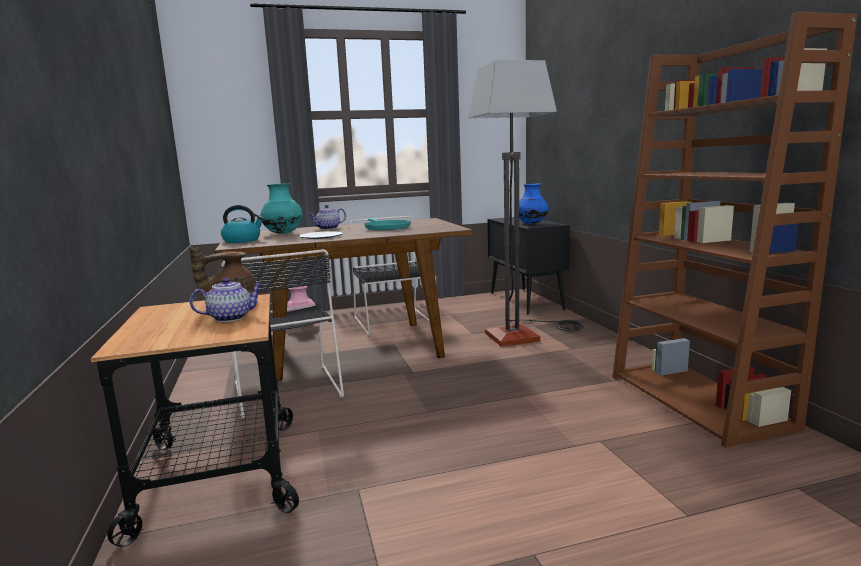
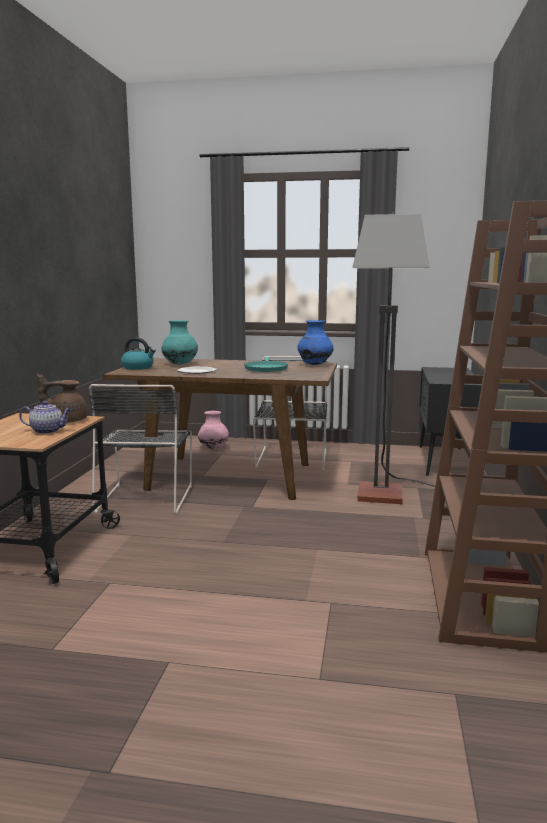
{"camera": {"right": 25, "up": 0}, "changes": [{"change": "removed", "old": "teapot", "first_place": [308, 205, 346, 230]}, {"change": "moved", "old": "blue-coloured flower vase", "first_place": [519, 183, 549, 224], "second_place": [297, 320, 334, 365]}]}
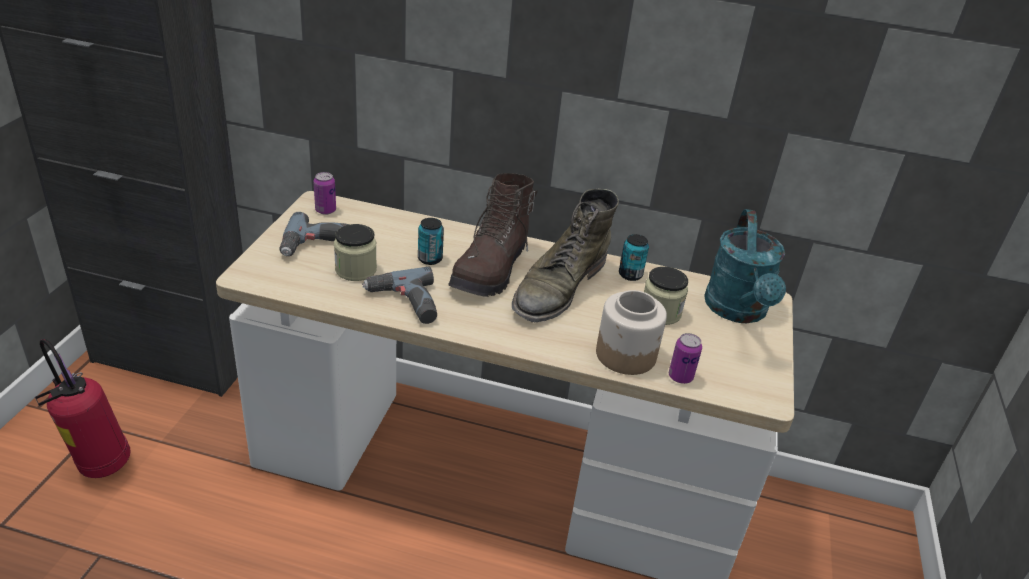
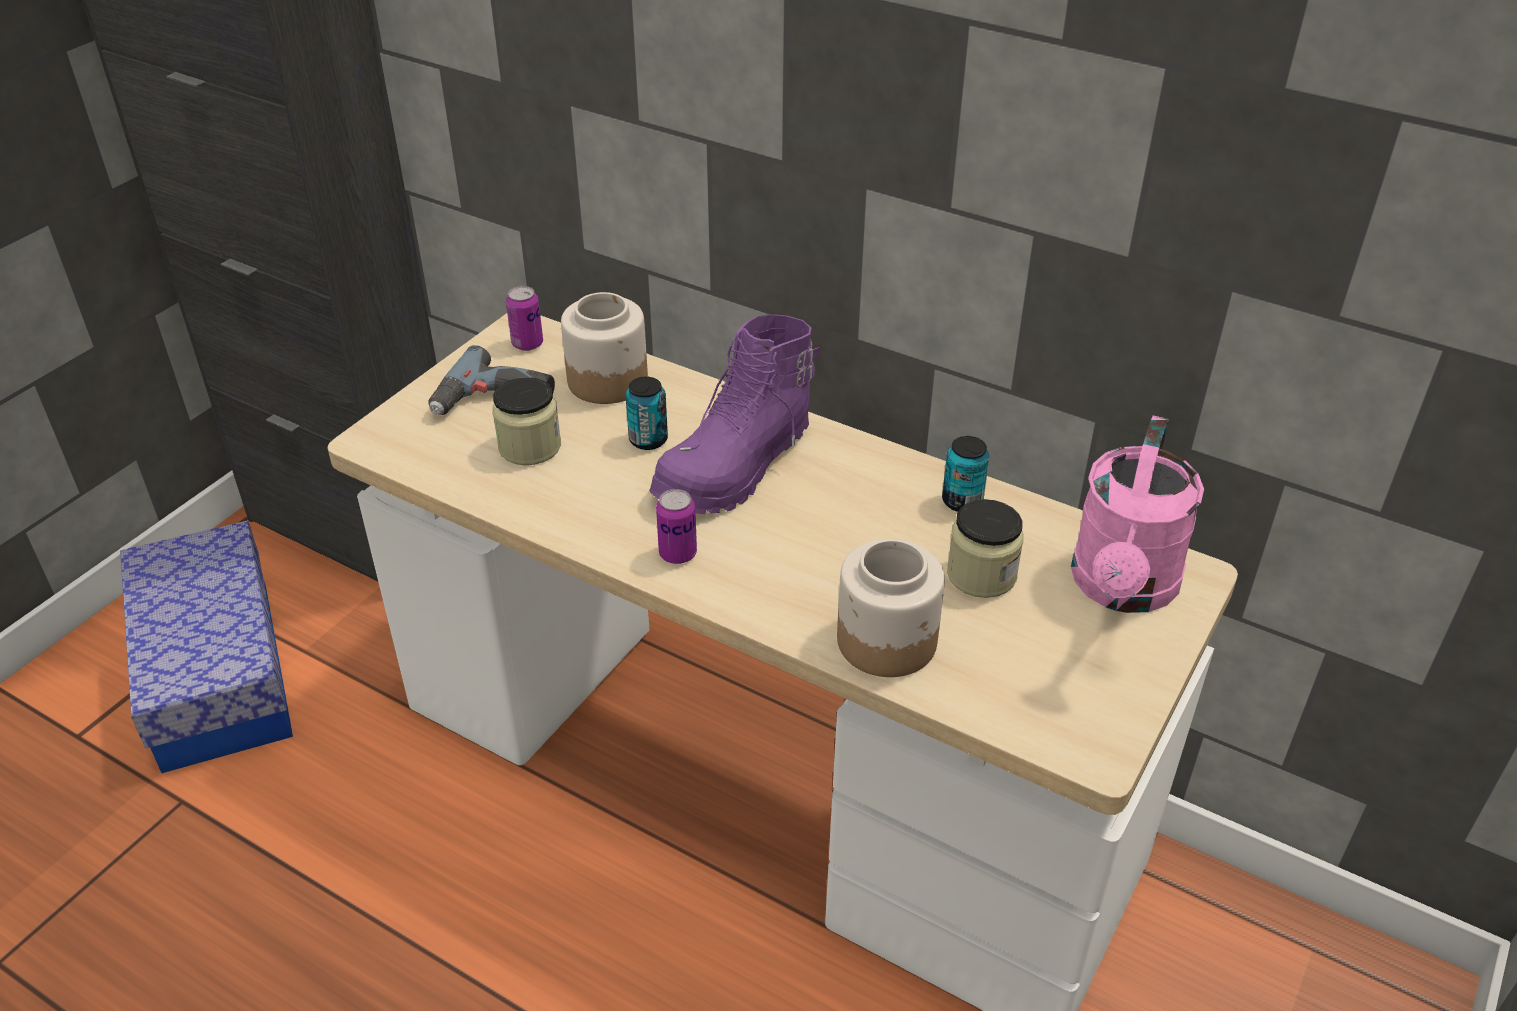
{"camera": {"right": 20, "up": 5}, "changes": [{"change": "replaced", "old": "fire-fighting cylinder", "new": "storage box", "first_place": [35, 339, 131, 478], "second_place": [120, 521, 293, 773]}, {"change": "removed", "old": "electric drill", "first_place": [362, 266, 437, 324]}, {"change": "recoloured", "old": "brownish boot", "new": "purplish boot", "first_place": [448, 173, 538, 297], "second_place": [649, 315, 821, 514]}, {"change": "removed", "old": "green-coloured boot", "first_place": [512, 189, 619, 323]}, {"change": "moved", "old": "can", "first_place": [669, 333, 702, 384], "second_place": [656, 489, 697, 564]}, {"change": "recoloured", "old": "blue-green sprinkling can", "new": "pink-coloured sprinkling can", "first_place": [704, 209, 786, 323], "second_place": [1071, 416, 1204, 613]}, {"change": "added", "new": "storage jar", "second_place": [561, 292, 648, 404]}]}
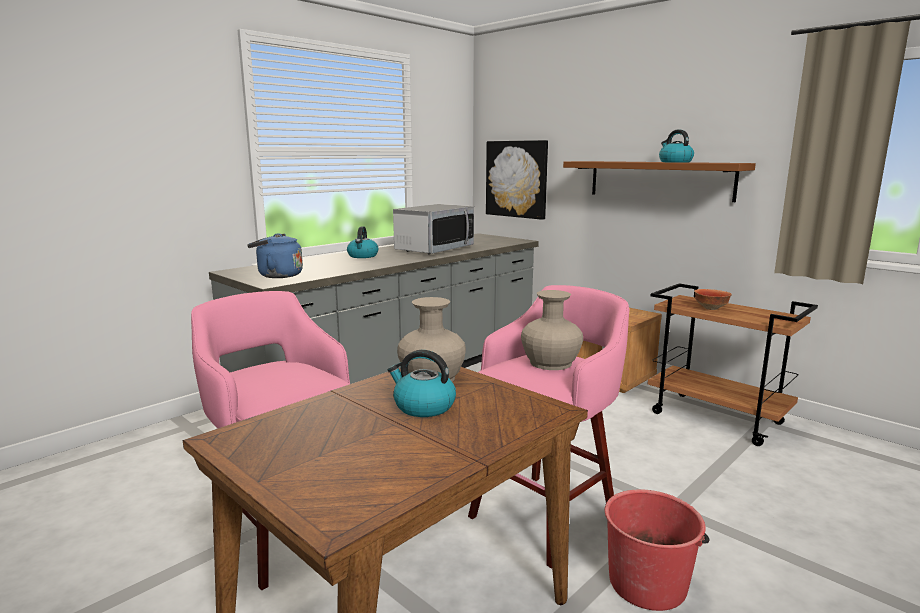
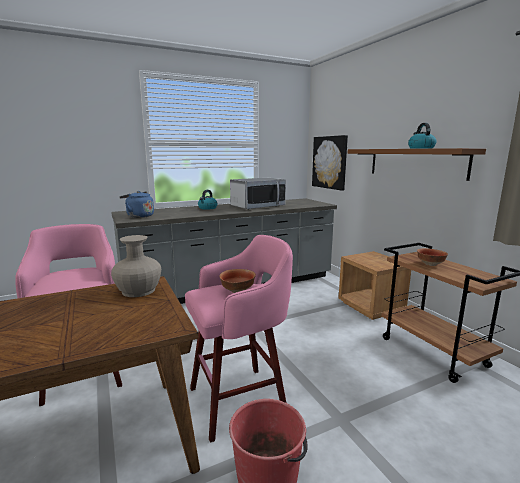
{"camera": {"right": 20, "up": 0}, "changes": [{"change": "removed", "old": "tea kettle", "first_place": [388, 350, 456, 417]}, {"change": "replaced", "old": "beige-coloured flower vase", "new": "serving bowl", "first_place": [521, 290, 583, 370], "second_place": [219, 269, 256, 293]}]}
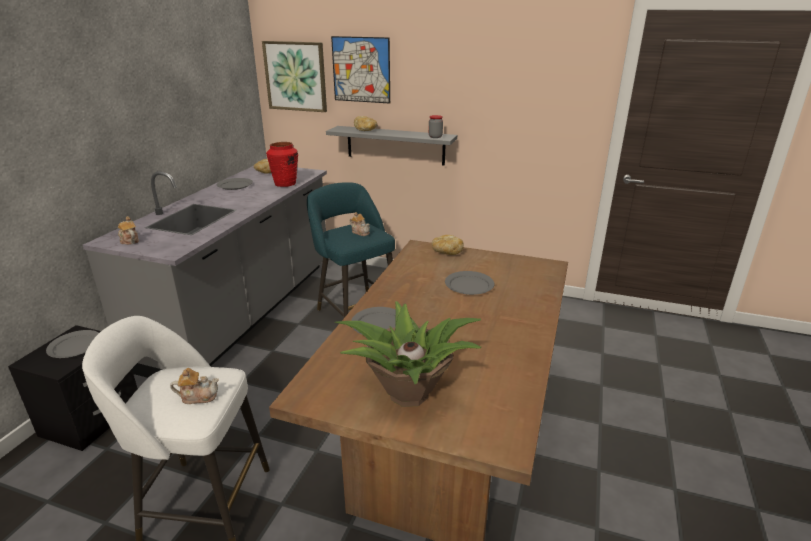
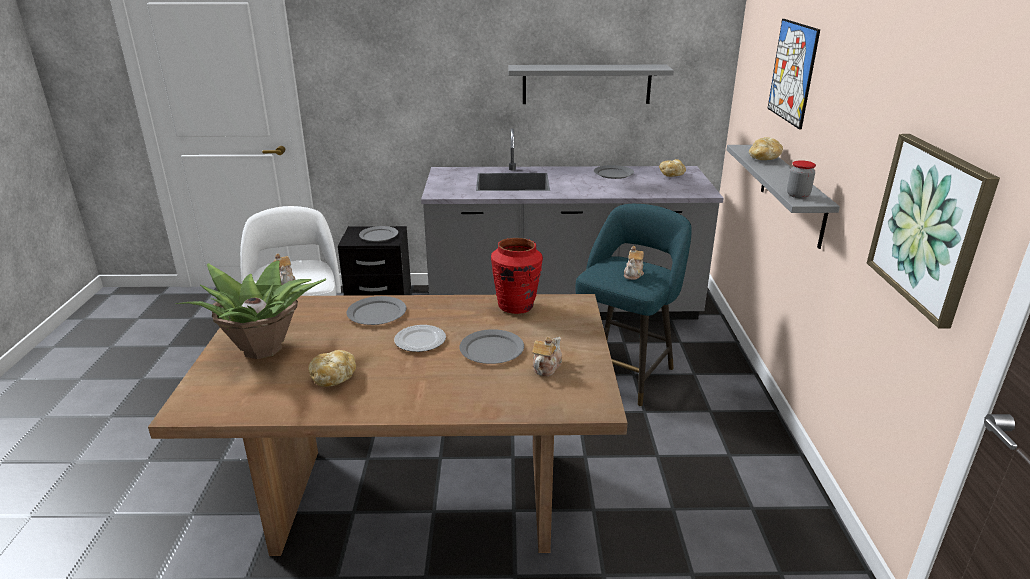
{"camera": {"right": 70, "up": 0}, "changes": [{"change": "moved", "old": "teapot", "first_place": [118, 216, 139, 245], "second_place": [532, 337, 562, 376]}, {"change": "moved", "old": "wall picture", "first_place": [262, 41, 327, 112], "second_place": [867, 134, 1000, 329]}, {"change": "moved", "old": "reddish flower vase", "first_place": [266, 142, 298, 187], "second_place": [491, 238, 543, 314]}, {"change": "moved", "old": "bread", "first_place": [432, 235, 464, 255], "second_place": [308, 350, 356, 387]}, {"change": "added", "new": "plate", "second_place": [394, 325, 446, 352]}, {"change": "added", "new": "greyish shelf", "second_place": [508, 65, 674, 104]}]}
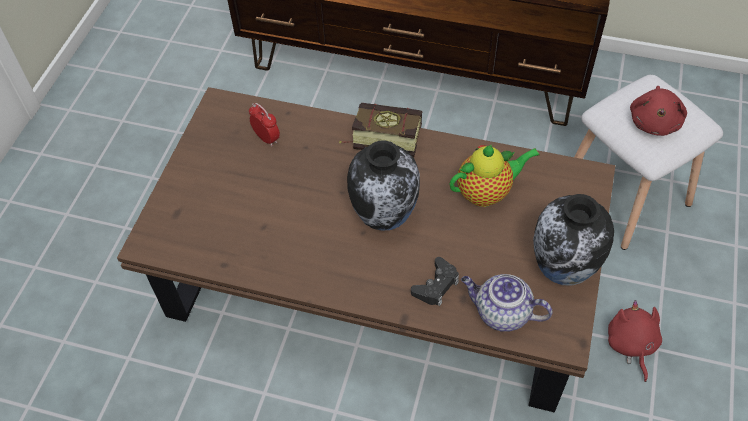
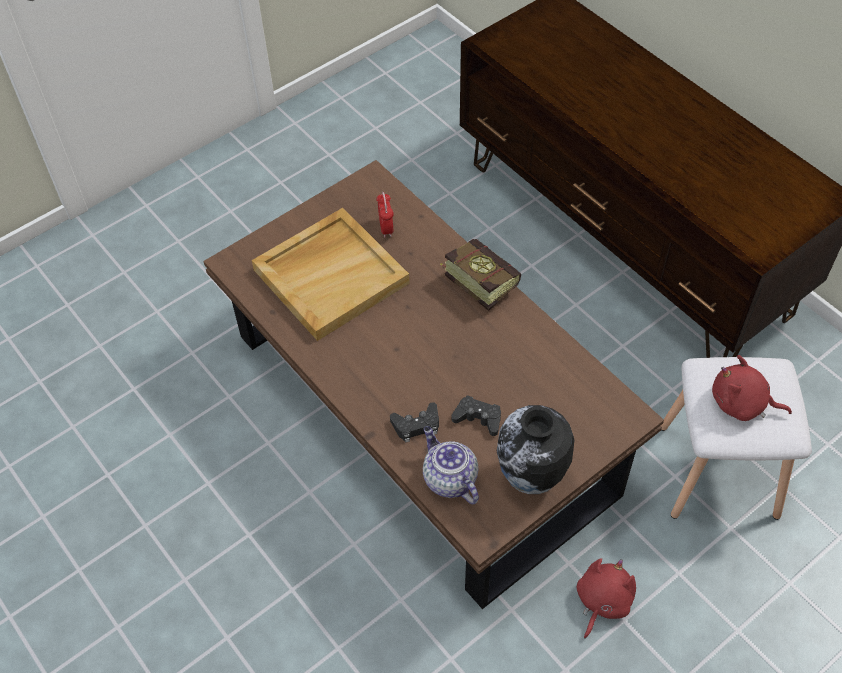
{"camera": {"right": 35, "up": 0}, "changes": [{"change": "removed", "old": "flower vase", "first_place": [347, 140, 420, 231]}, {"change": "removed", "old": "teapot", "first_place": [449, 145, 540, 207]}, {"change": "turned", "old": "reddish soft toy", "first_place": [630, 86, 687, 136], "second_place": [712, 355, 792, 421], "degrees": 60}, {"change": "added", "new": "beige-coloured carrying tray", "second_place": [252, 208, 410, 341]}, {"change": "added", "new": "black game controller", "second_place": [451, 395, 501, 436]}]}
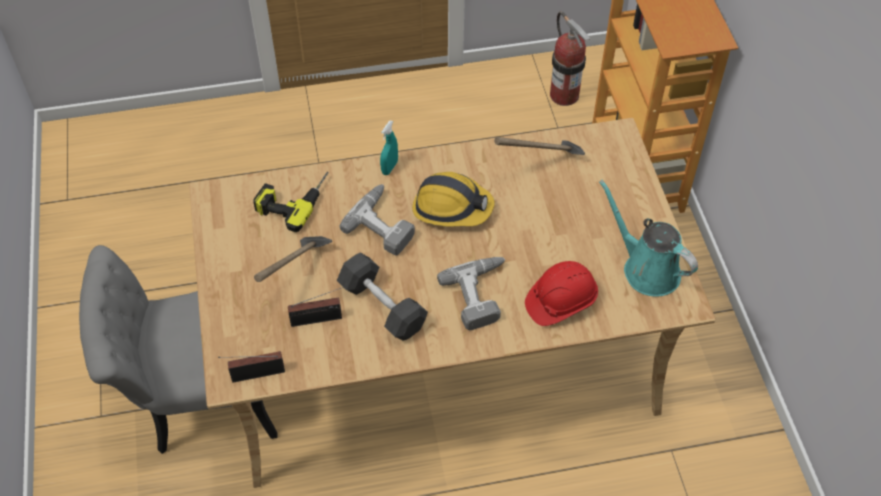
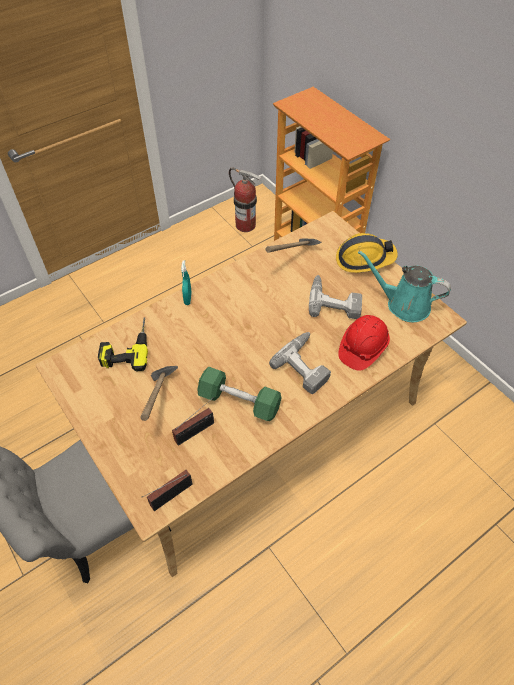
{"camera": {"right": -25, "up": 0}, "changes": [{"change": "recoloured", "old": "greyish free weight", "new": "green-coloured free weight", "first_place": [337, 253, 428, 341], "second_place": [197, 367, 282, 421]}, {"change": "moved", "old": "electric drill", "first_place": [340, 184, 415, 255], "second_place": [309, 275, 362, 319]}, {"change": "moved", "old": "hard hat", "first_place": [412, 172, 495, 227], "second_place": [336, 233, 398, 273]}]}
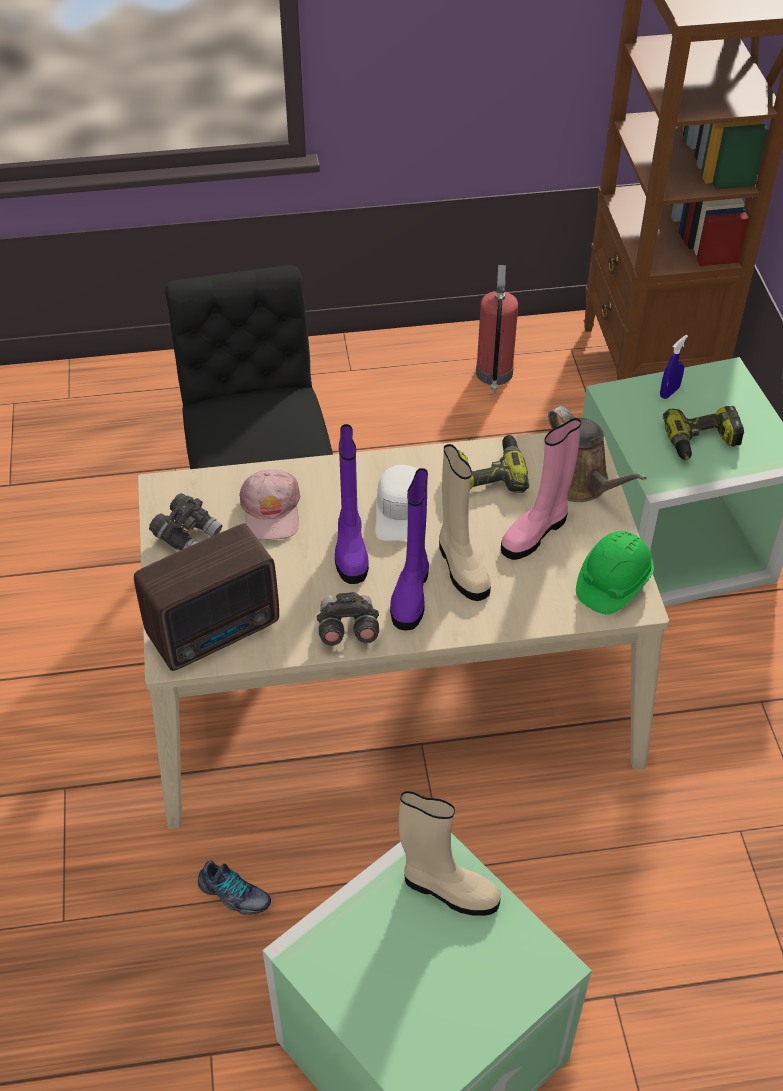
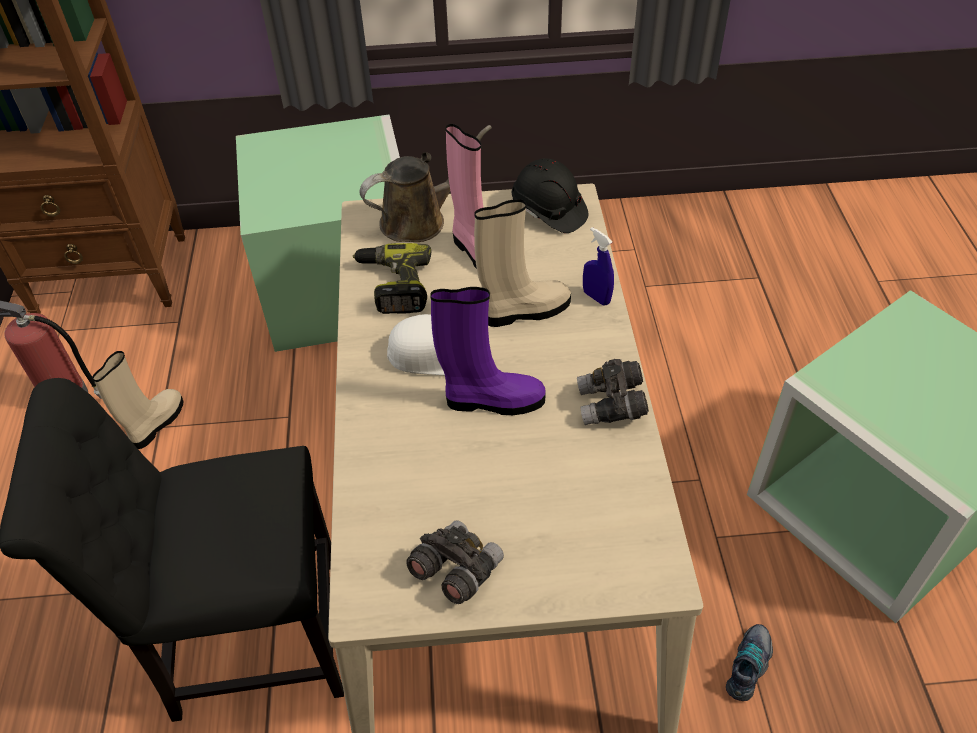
{"camera": {"right": -85, "up": 0}, "changes": [{"change": "removed", "old": "radio receiver", "first_place": [134, 523, 279, 671]}, {"change": "removed", "old": "pink-coloured baseball cap", "first_place": [239, 470, 300, 540]}, {"change": "removed", "old": "purplish boot", "first_place": [390, 468, 429, 630]}, {"change": "moved", "old": "beige-coloured boot", "first_place": [399, 791, 501, 916], "second_place": [92, 351, 184, 449]}, {"change": "recoloured", "old": "green-coloured hard hat", "new": "black hard hat", "first_place": [576, 531, 654, 614], "second_place": [512, 158, 588, 233]}, {"change": "moved", "old": "blue-coloured sprayer", "first_place": [660, 335, 688, 399], "second_place": [583, 227, 614, 306]}, {"change": "removed", "old": "electric drill", "first_place": [663, 406, 744, 460]}]}
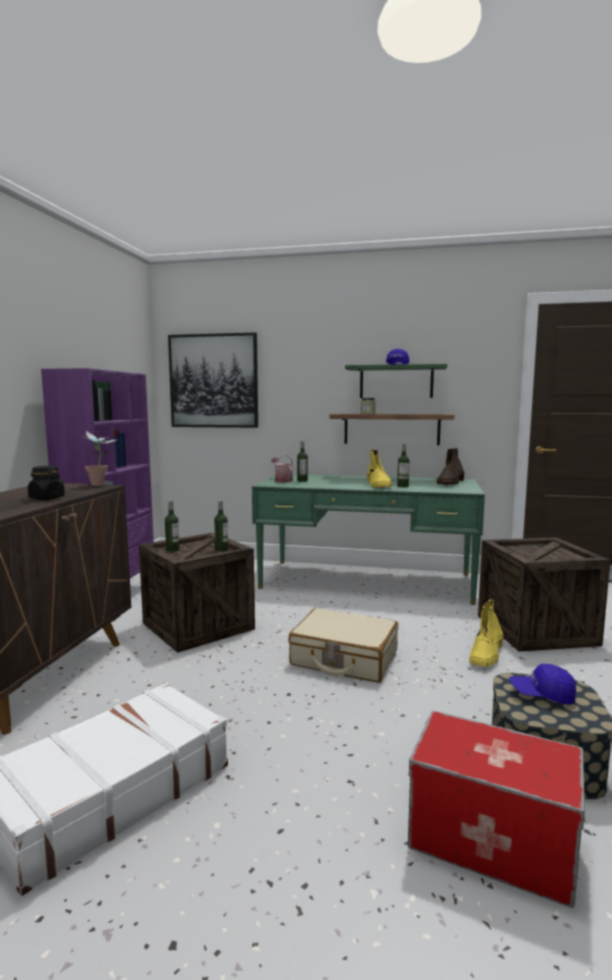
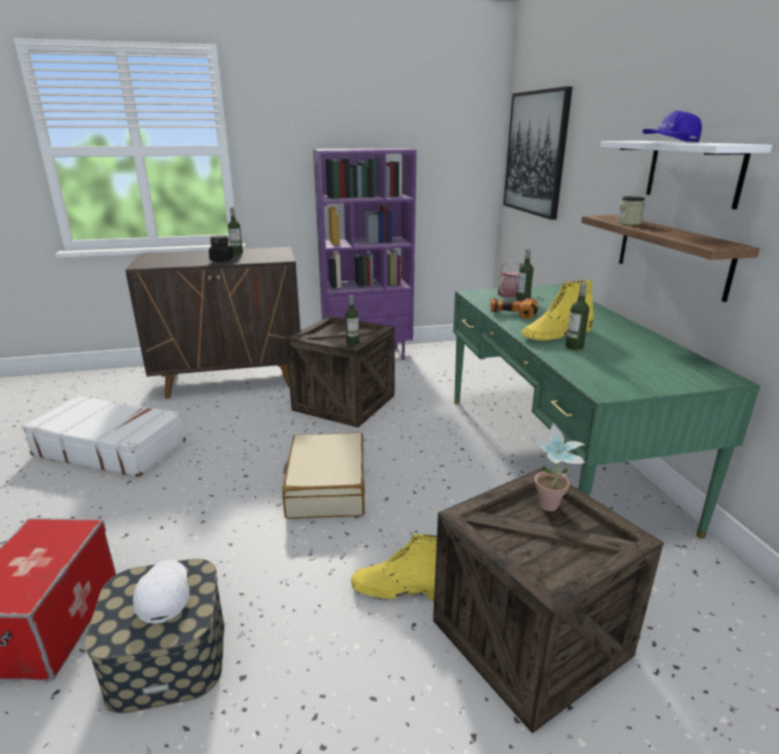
{"camera": {"right": 65, "up": 15}, "changes": [{"change": "moved", "old": "plant in a pot", "first_place": [83, 430, 118, 486], "second_place": [531, 423, 585, 511]}, {"change": "moved", "old": "drink bottle", "first_place": [165, 500, 179, 552], "second_place": [228, 207, 243, 254]}, {"change": "recoloured", "old": "green-coloured shelf", "new": "whitish shelf", "first_place": [345, 364, 447, 398], "second_place": [600, 141, 772, 209]}, {"change": "removed", "old": "brownish boot", "first_place": [437, 448, 465, 485]}, {"change": "recoloured", "old": "blue-coloured baseball cap", "new": "whitish baseball cap", "first_place": [509, 664, 576, 704], "second_place": [133, 560, 189, 624]}, {"change": "added", "new": "electric drill", "second_place": [490, 298, 539, 319]}]}
